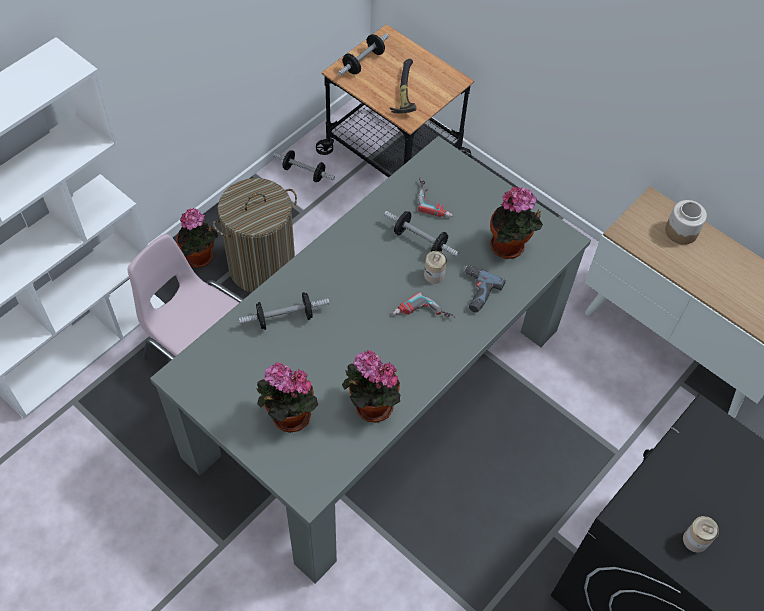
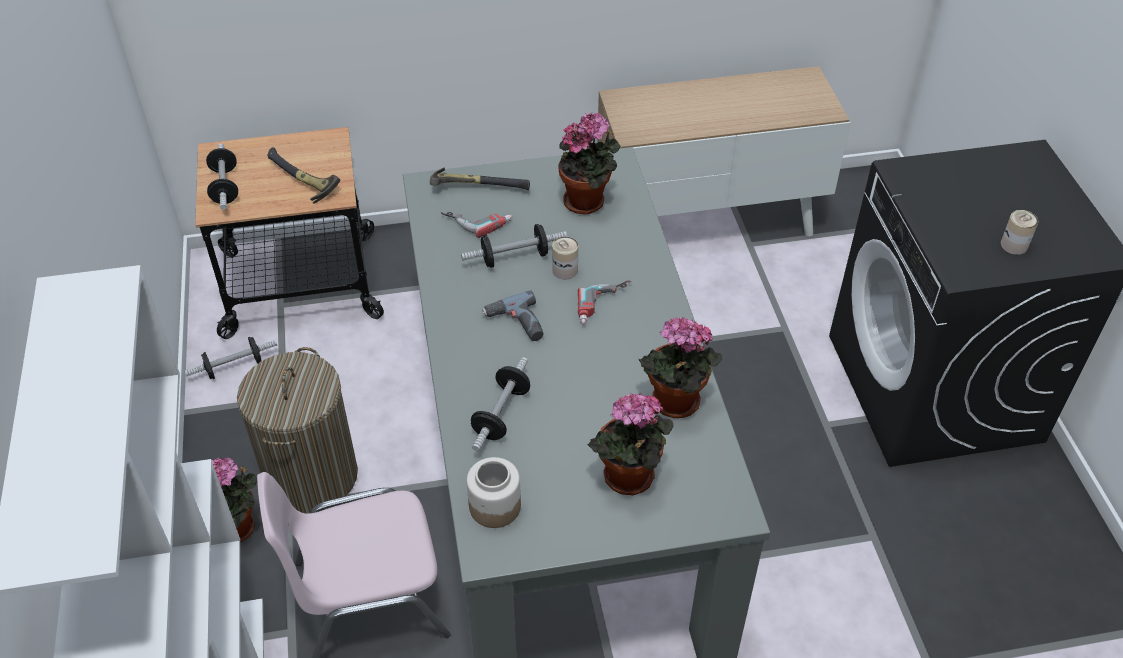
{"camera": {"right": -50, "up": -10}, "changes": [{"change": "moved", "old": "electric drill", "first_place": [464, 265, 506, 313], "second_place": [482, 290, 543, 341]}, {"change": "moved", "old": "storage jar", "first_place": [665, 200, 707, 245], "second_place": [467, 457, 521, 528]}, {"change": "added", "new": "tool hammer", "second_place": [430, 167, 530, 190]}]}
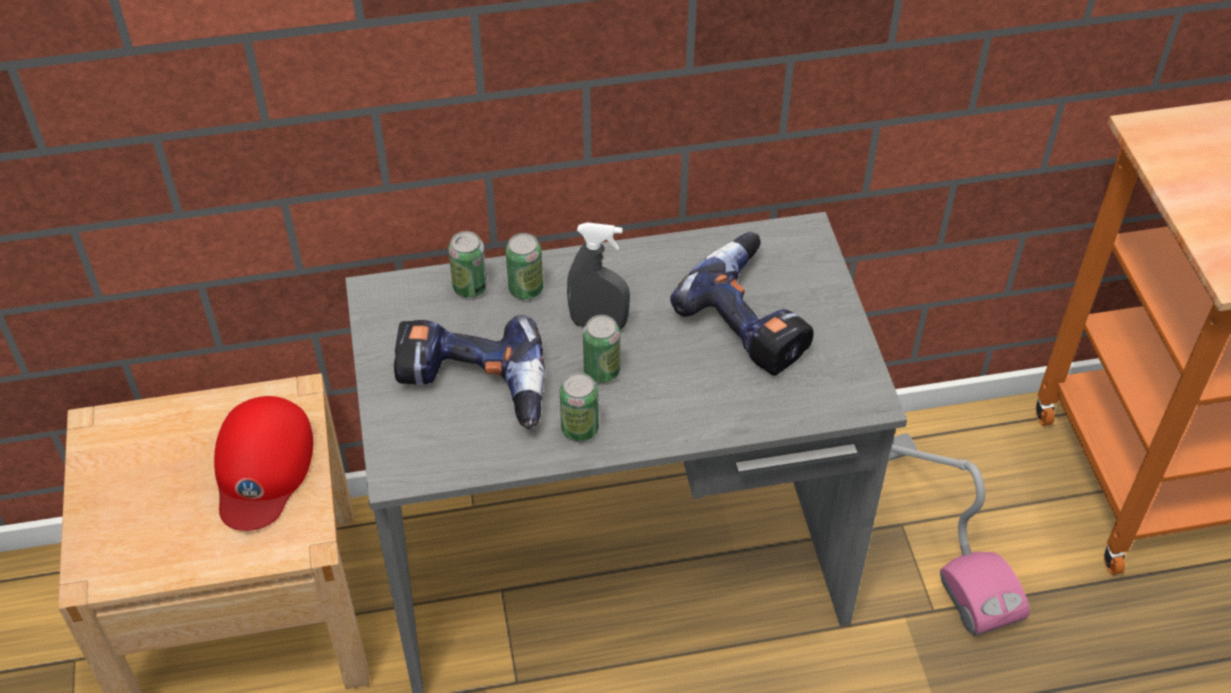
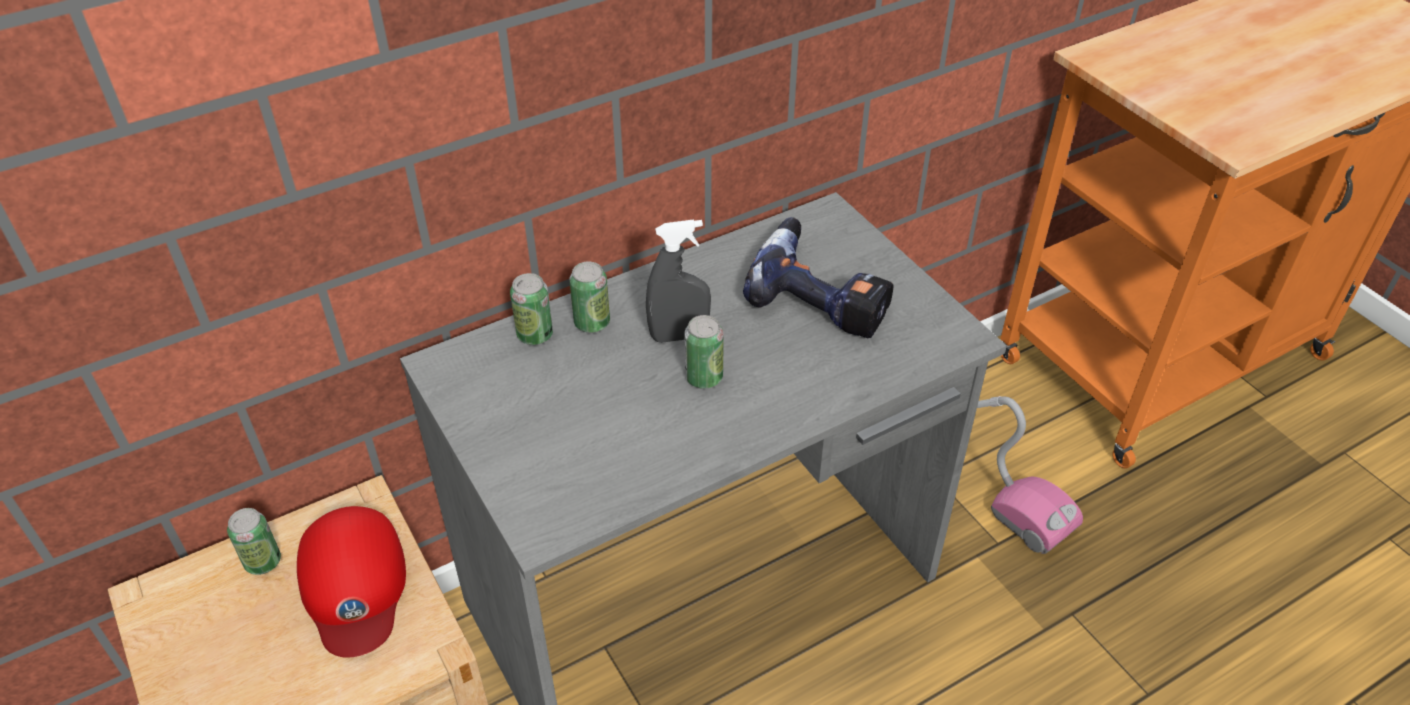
{"camera": {"right": -20, "up": -5}, "changes": [{"change": "removed", "old": "electric drill", "first_place": [394, 315, 545, 429]}, {"change": "moved", "old": "can", "first_place": [560, 372, 599, 442], "second_place": [227, 508, 281, 575]}]}
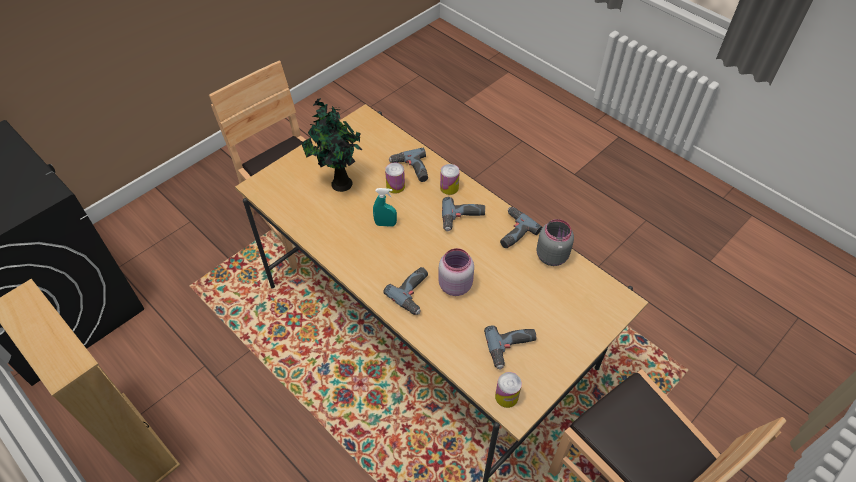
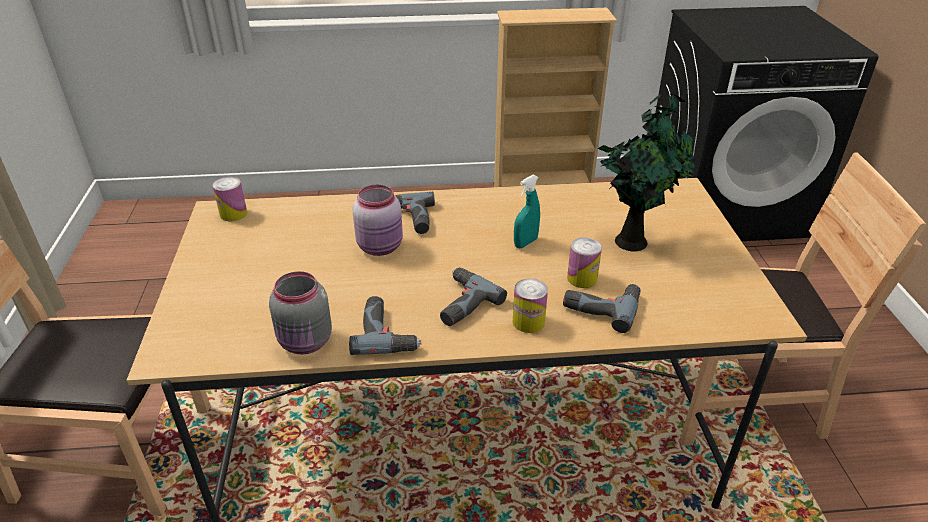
{"camera": {"right": 130, "up": -15}, "changes": [{"change": "removed", "old": "electric drill", "first_place": [484, 325, 536, 370]}]}
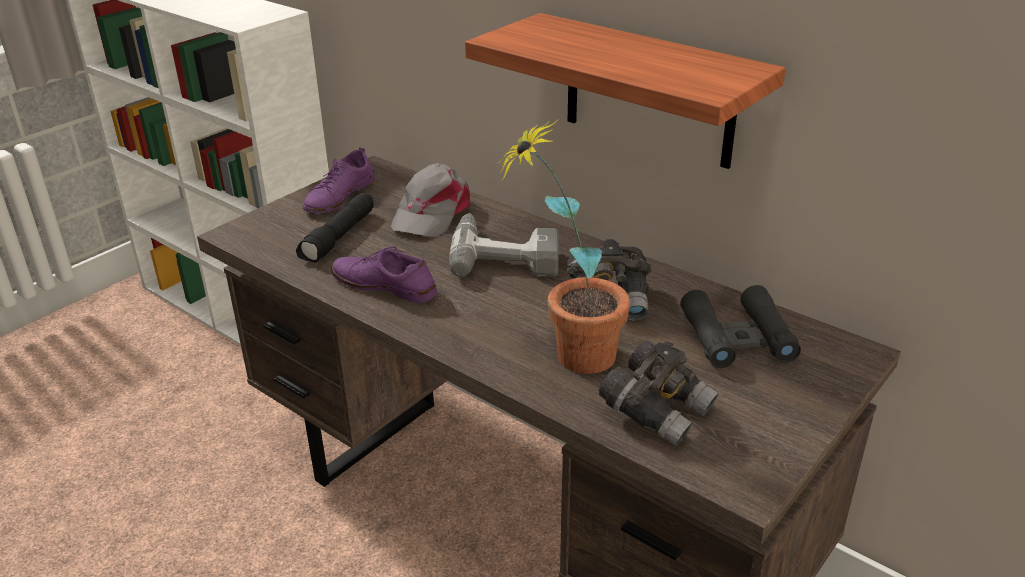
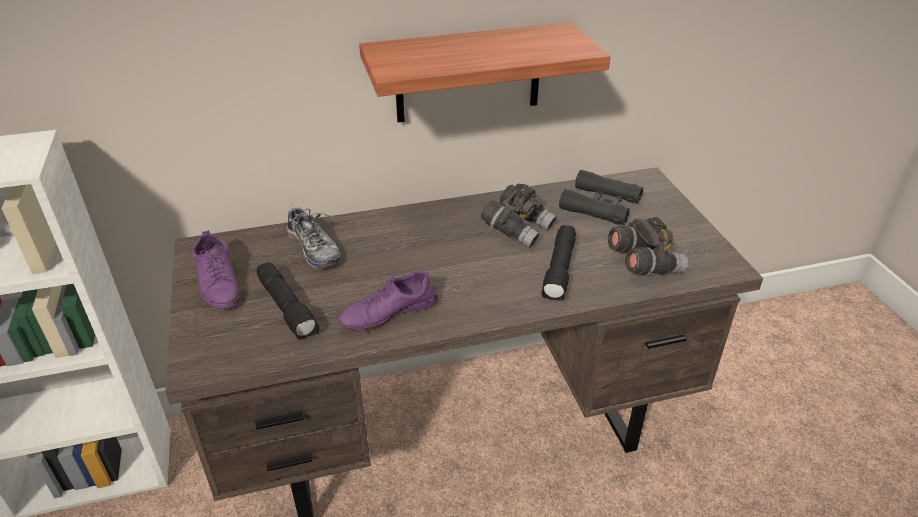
{"camera": {"right": -55, "up": 5}, "changes": [{"change": "replaced", "old": "greyish baseball cap", "new": "shoe", "first_place": [391, 163, 470, 237], "second_place": [287, 205, 341, 268]}, {"change": "removed", "old": "electric drill", "first_place": [449, 213, 559, 277]}, {"change": "replaced", "old": "plant in a pot", "new": "black flashlight", "first_place": [498, 119, 630, 374], "second_place": [542, 225, 576, 301]}]}
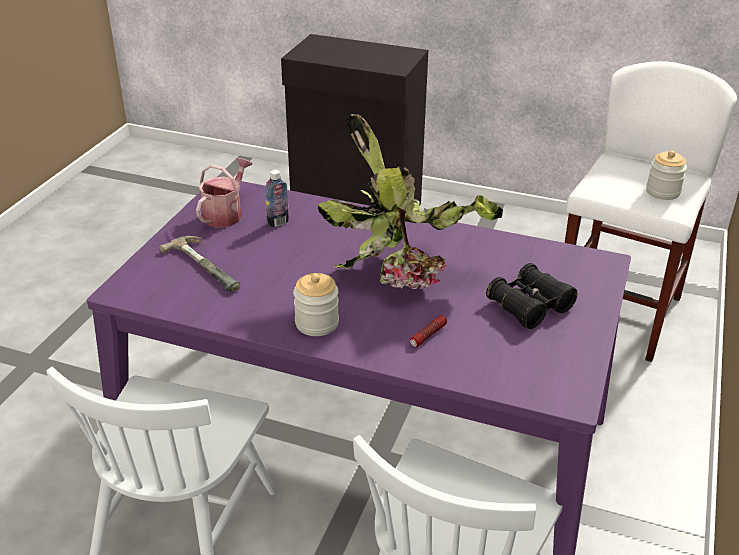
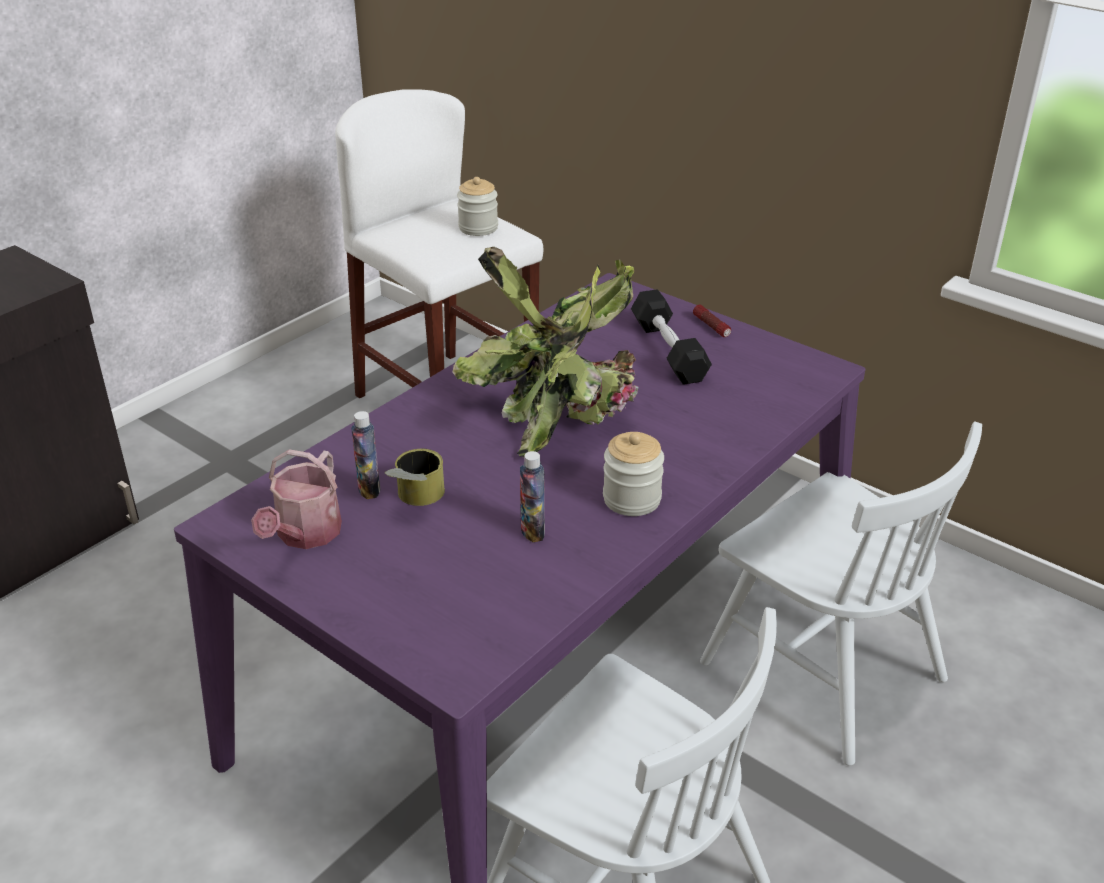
{"camera": {"right": -70, "up": 0}, "changes": [{"change": "removed", "old": "tool hammer", "first_place": [160, 236, 240, 292]}, {"change": "turned", "old": "sprinkling can", "first_place": [196, 158, 252, 228], "second_place": [251, 449, 342, 549], "degrees": -120}, {"change": "moved", "old": "flashlight", "first_place": [410, 315, 447, 347], "second_place": [693, 305, 731, 337]}, {"change": "replaced", "old": "black field glasses", "new": "black free weight", "first_place": [486, 263, 578, 329], "second_place": [631, 289, 712, 385]}, {"change": "added", "new": "can", "second_place": [384, 449, 445, 506]}, {"change": "added", "new": "drink bottle", "second_place": [520, 451, 545, 542]}]}
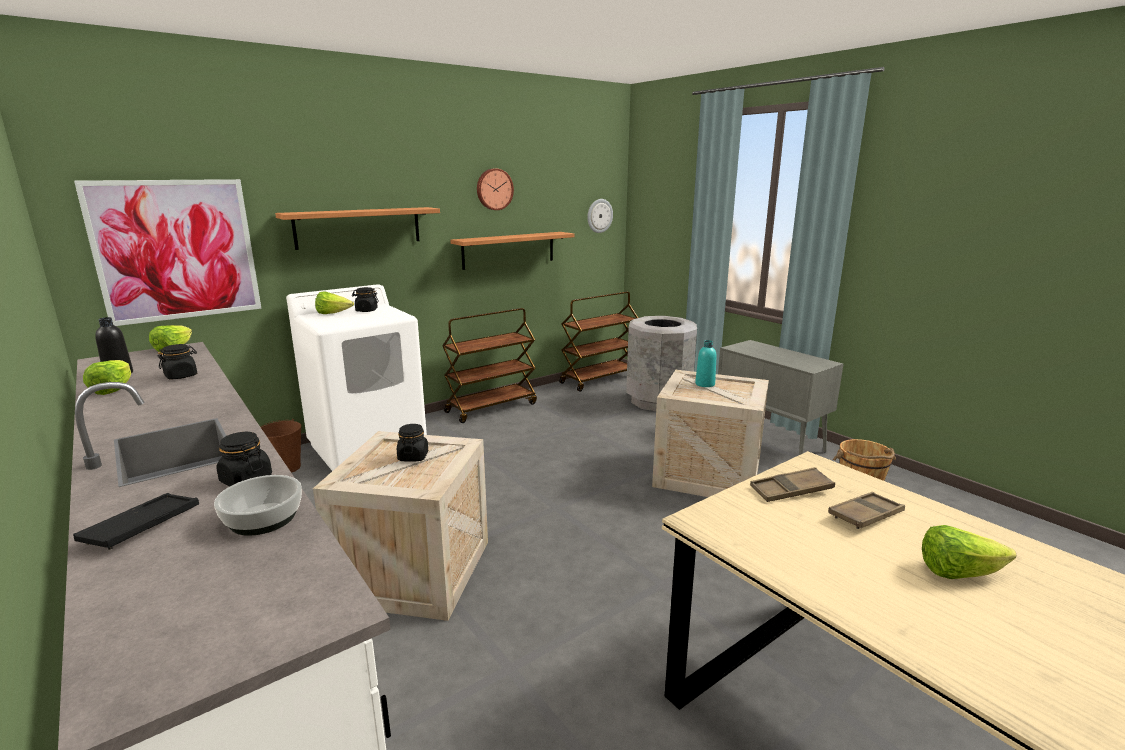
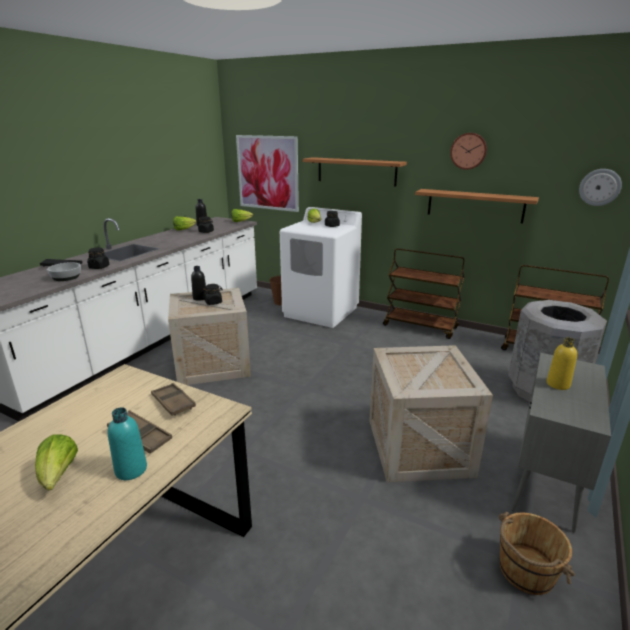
{"camera": {"right": 65, "up": 5}, "changes": [{"change": "moved", "old": "blue-green drink bottle", "first_place": [695, 340, 717, 387], "second_place": [108, 407, 147, 480]}, {"change": "added", "new": "black drink bottle", "second_place": [191, 266, 206, 301]}, {"change": "added", "new": "yellow drink bottle", "second_place": [547, 337, 577, 390]}]}
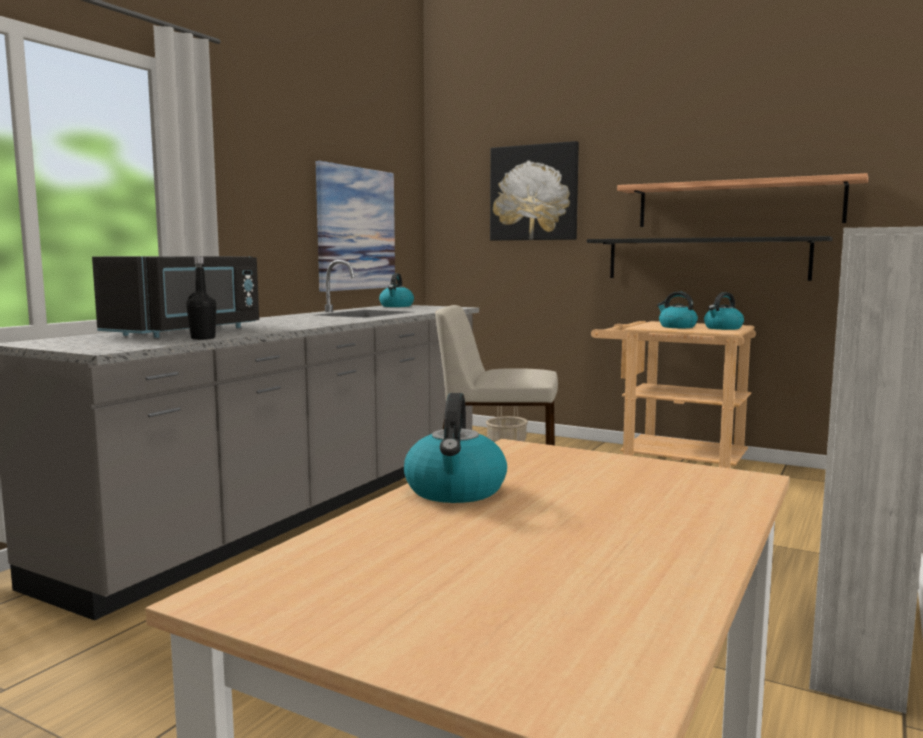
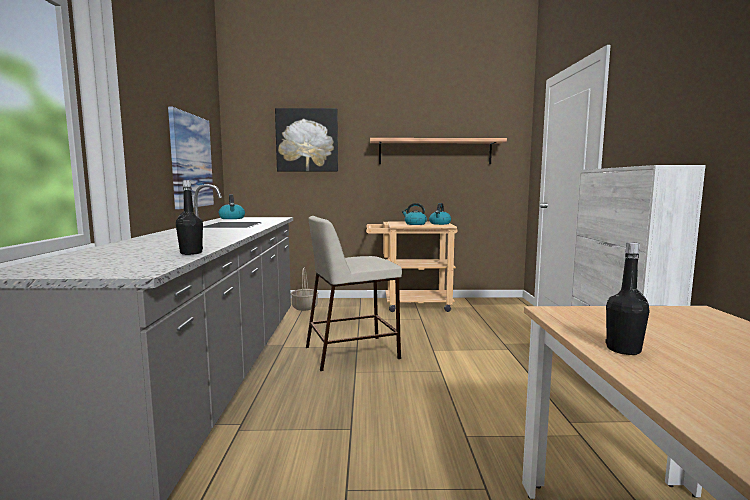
{"camera": {"right": -30, "up": 0}, "changes": [{"change": "removed", "old": "black microwave oven", "first_place": [92, 256, 259, 338]}, {"change": "replaced", "old": "tea kettle", "new": "black drink bottle", "first_place": [404, 393, 507, 503], "second_place": [606, 242, 650, 355]}, {"change": "removed", "old": "black shelf", "first_place": [587, 236, 833, 281]}]}
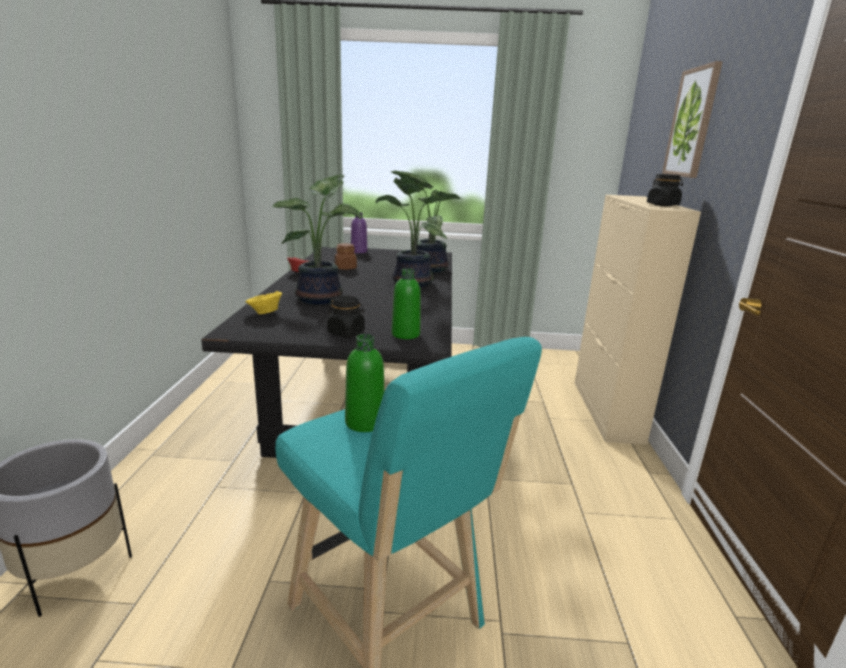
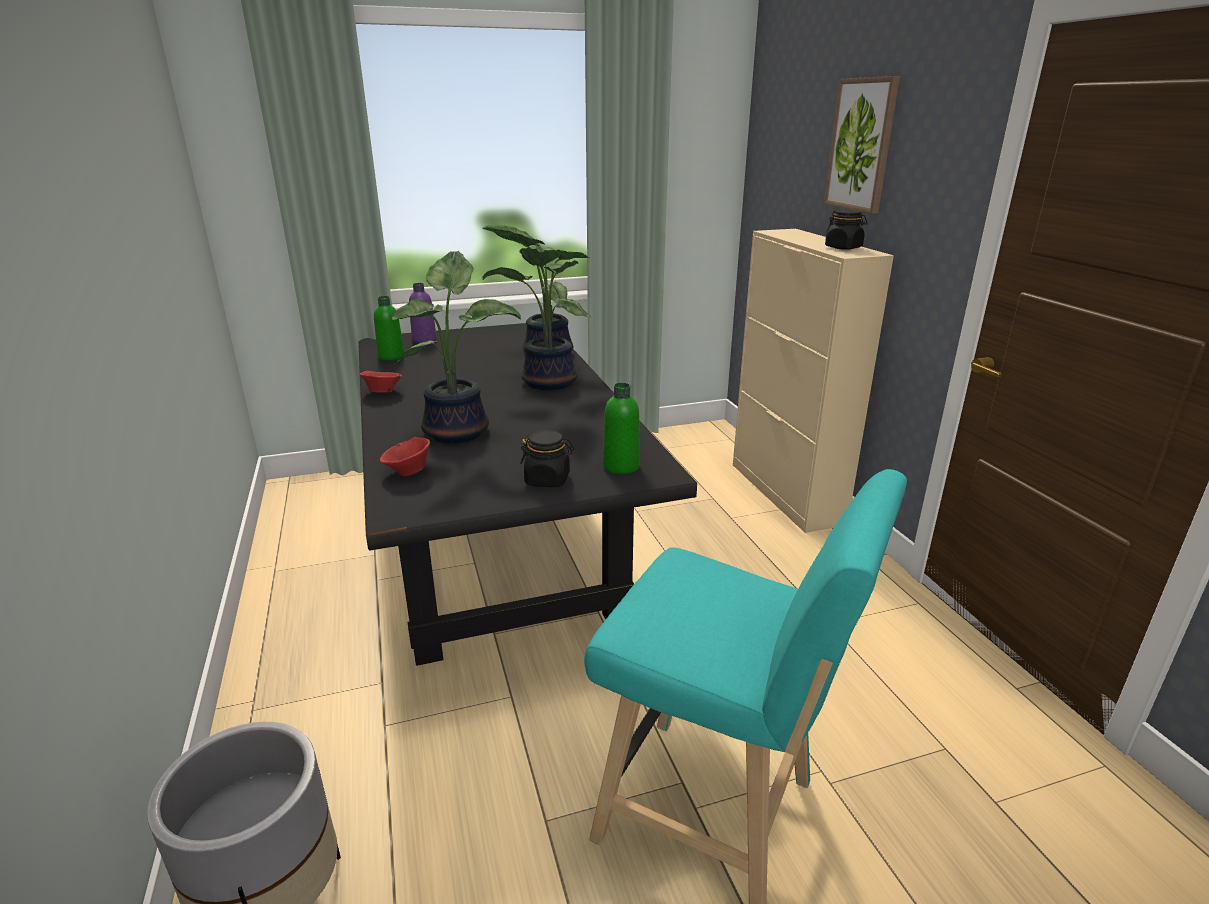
{"camera": {"right": -20, "up": 5}, "changes": [{"change": "recoloured", "old": "yellow serving bowl", "new": "reddish serving bowl", "first_place": [245, 291, 282, 314], "second_place": [380, 437, 430, 476]}, {"change": "removed", "old": "brownish storage jar", "first_place": [335, 243, 357, 270]}, {"change": "moved", "old": "green-coloured drink bottle", "first_place": [345, 334, 384, 432], "second_place": [374, 296, 404, 360]}]}
